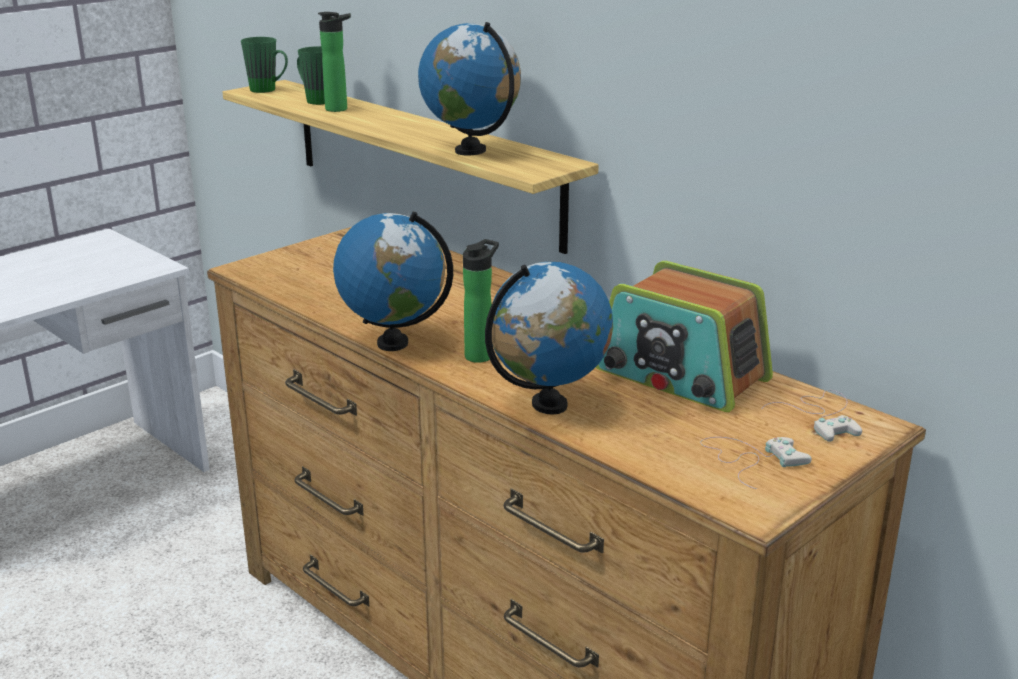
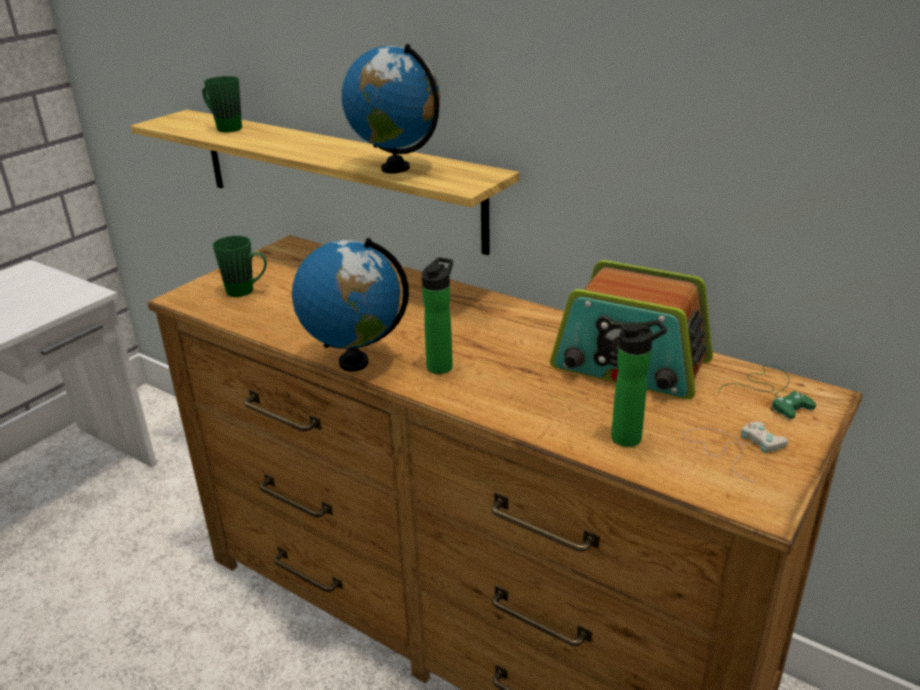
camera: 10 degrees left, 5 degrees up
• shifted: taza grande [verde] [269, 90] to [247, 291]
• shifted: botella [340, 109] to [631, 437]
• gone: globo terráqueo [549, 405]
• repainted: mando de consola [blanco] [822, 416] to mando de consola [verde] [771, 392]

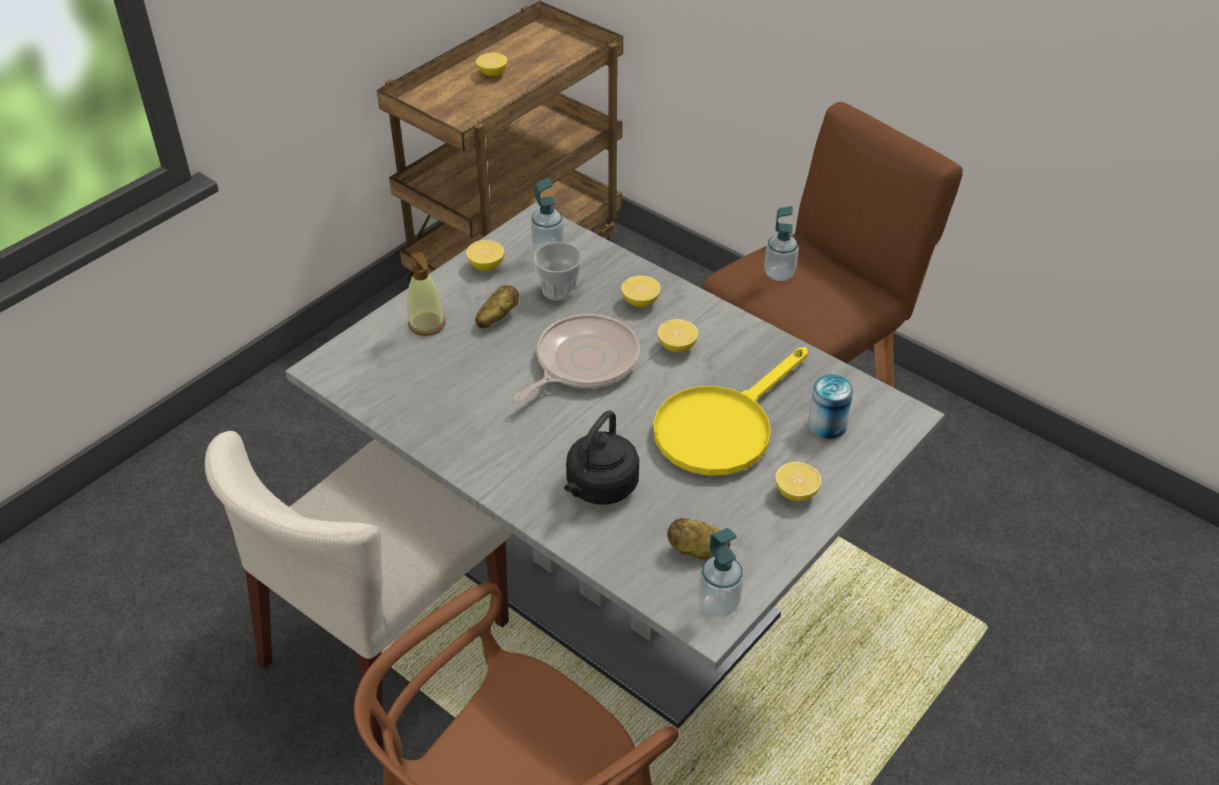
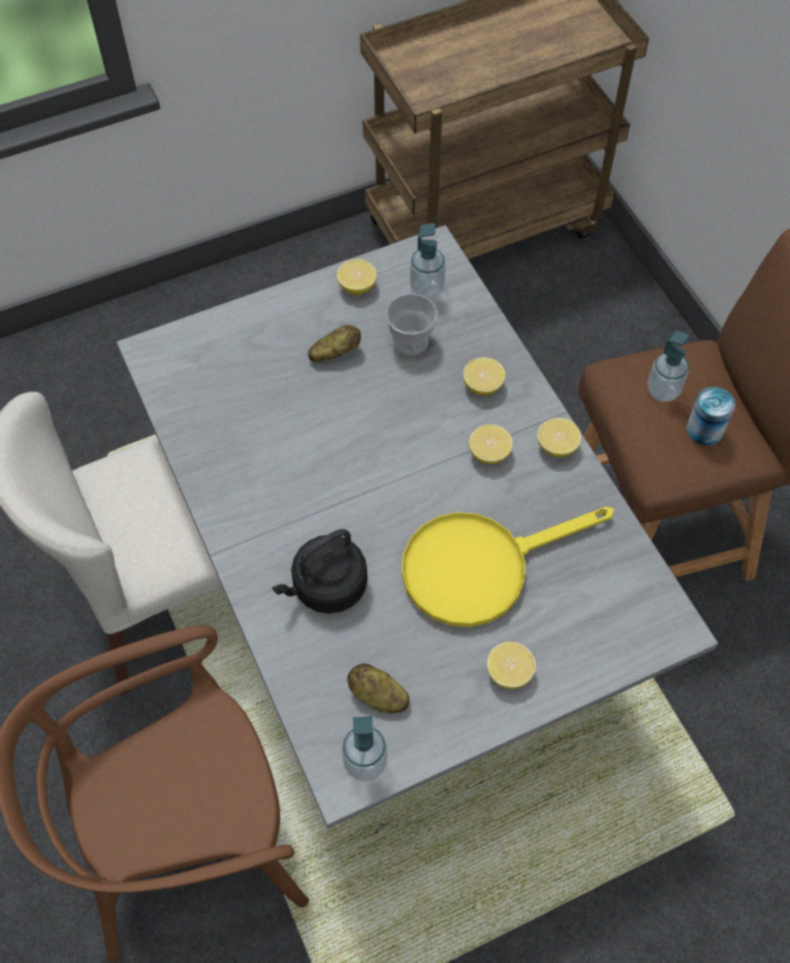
camera: 25 degrees right, 15 degrees up
• gone: dispensador de jabón [427, 324]
• shifted: limón [492, 73] to [557, 446]
• gone: sartén [582, 362]
• shifted: lata [827, 425] to [704, 430]

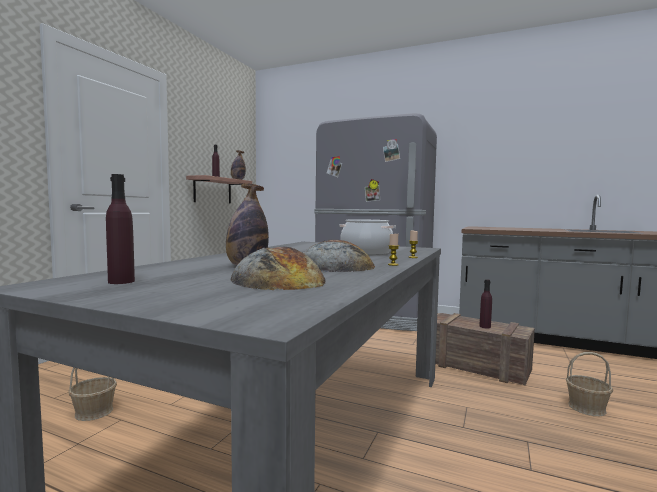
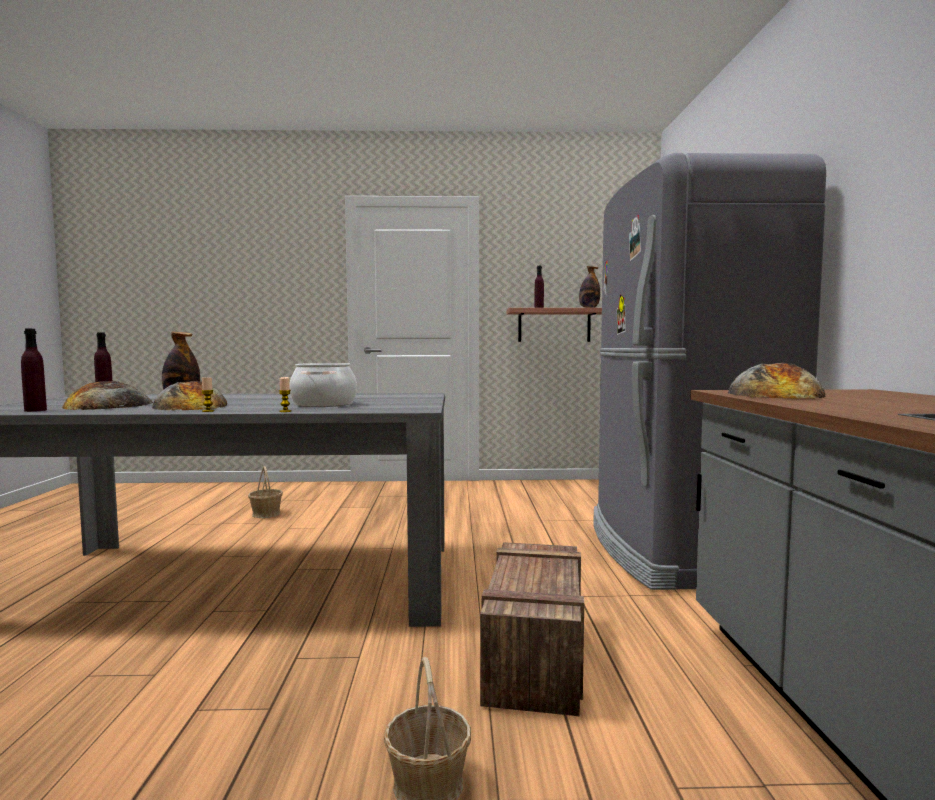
camera: 65 degrees right, 0 degrees up
• shifted: botella [morado] [485, 326] to [35, 410]
• new: pan [775, 394]

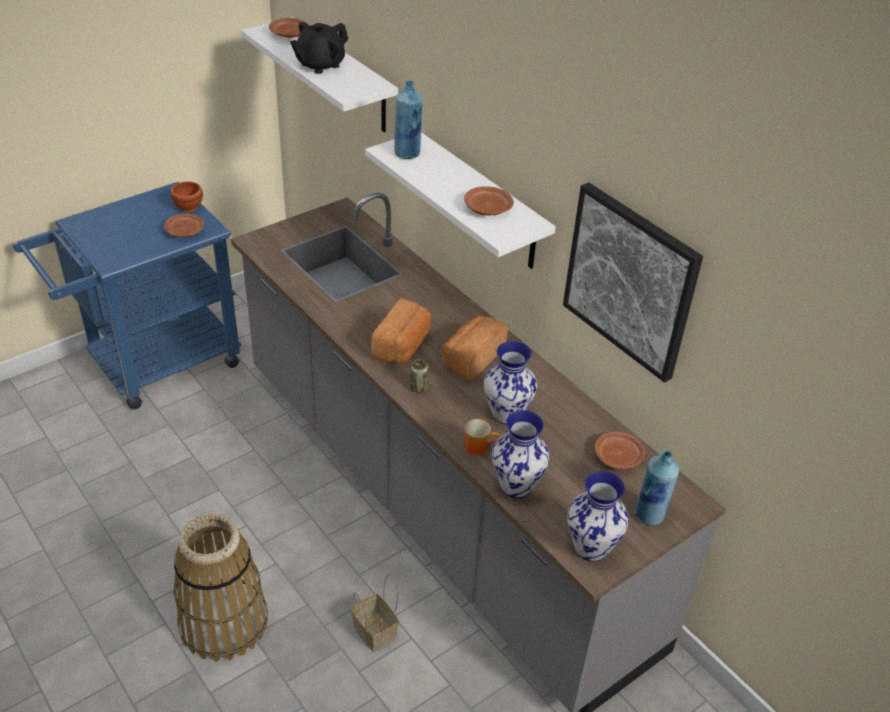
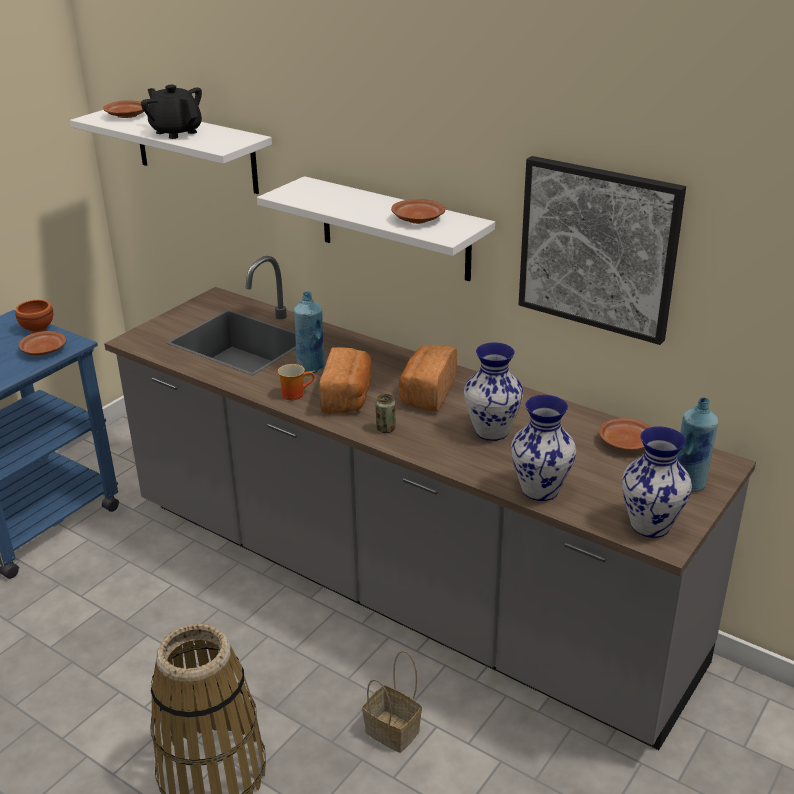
camera: 15 degrees left, 10 degrees down
• rotated: tetera [negro] [320, 65] = [176, 132] 105 degrees clockwise
• shifted: botella [azul] [407, 154] to [311, 367]
• shifted: taza grande [478, 447] to [295, 393]

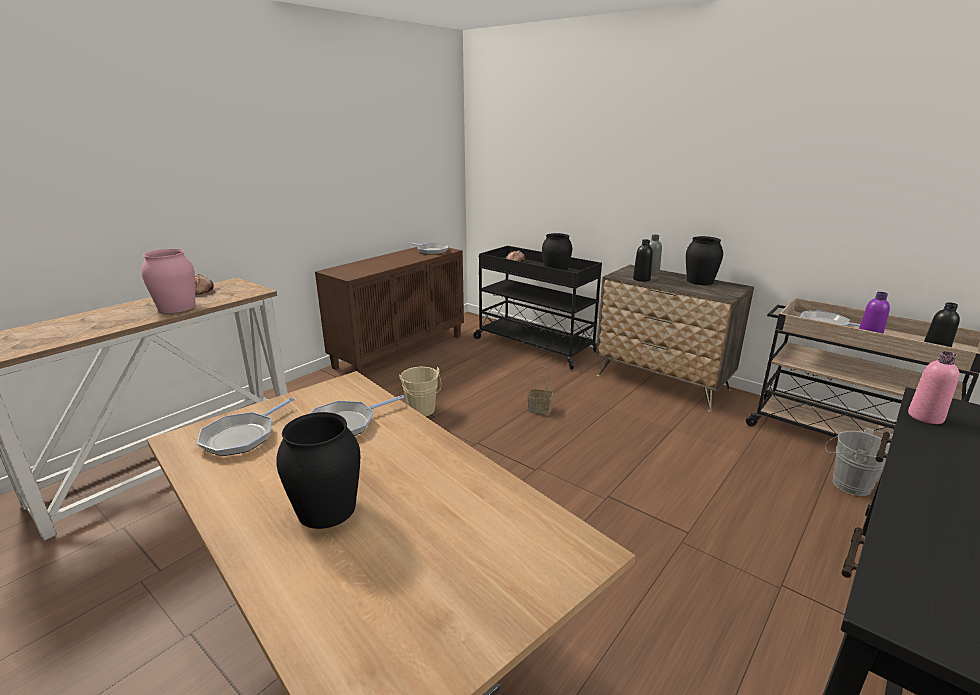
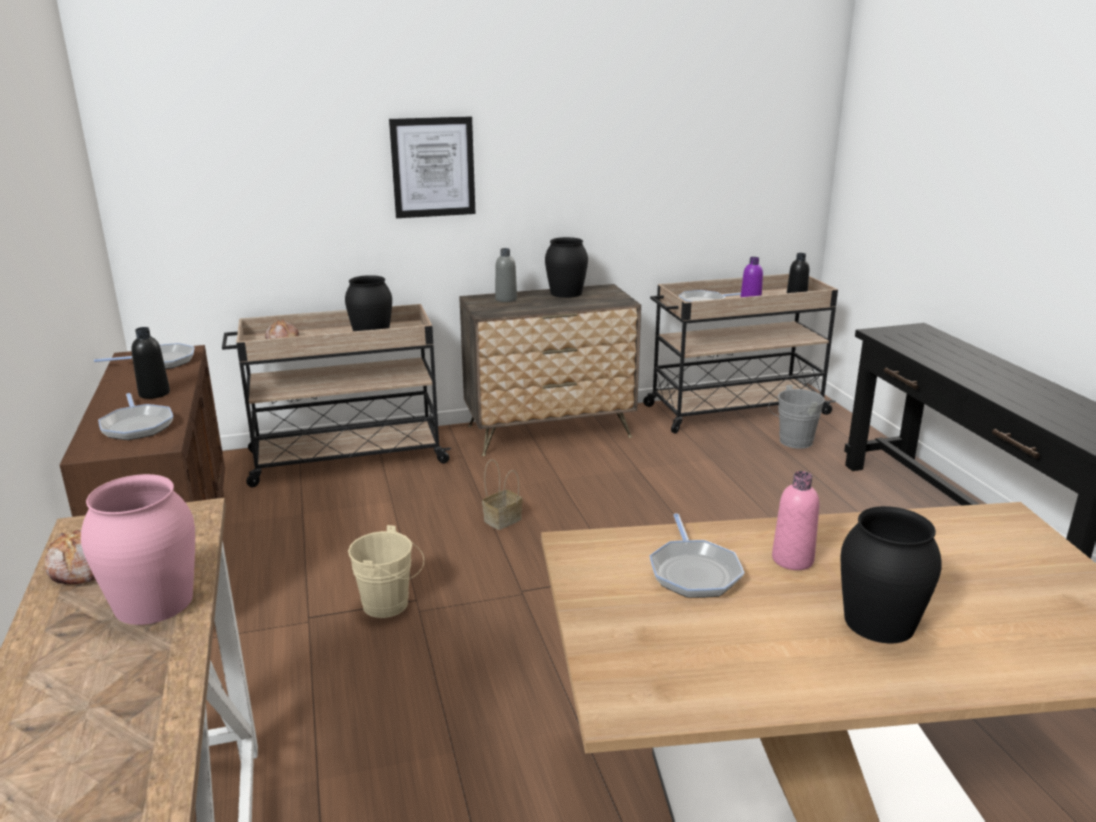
camera: 55 degrees left, 0 degrees up
• shifted: sartén [242, 436] to [137, 426]
• repainted: carrito [negro] [533, 345] to carrito [beis] [345, 457]
• shifted: botella [negro] [641, 279] to [154, 393]
• shifted: botella [rosa] [925, 417] to [792, 559]
• new: cuadro [433, 167]

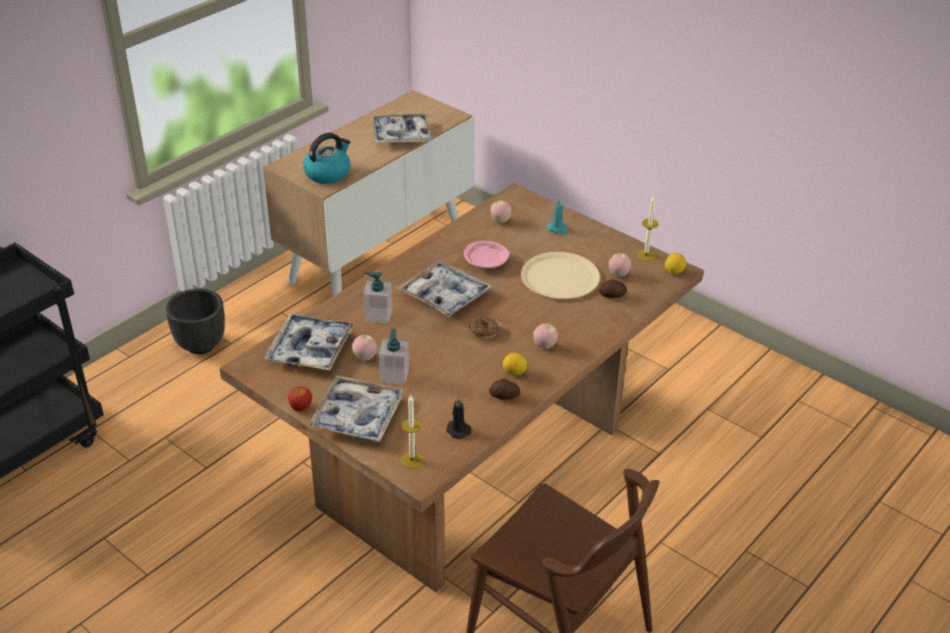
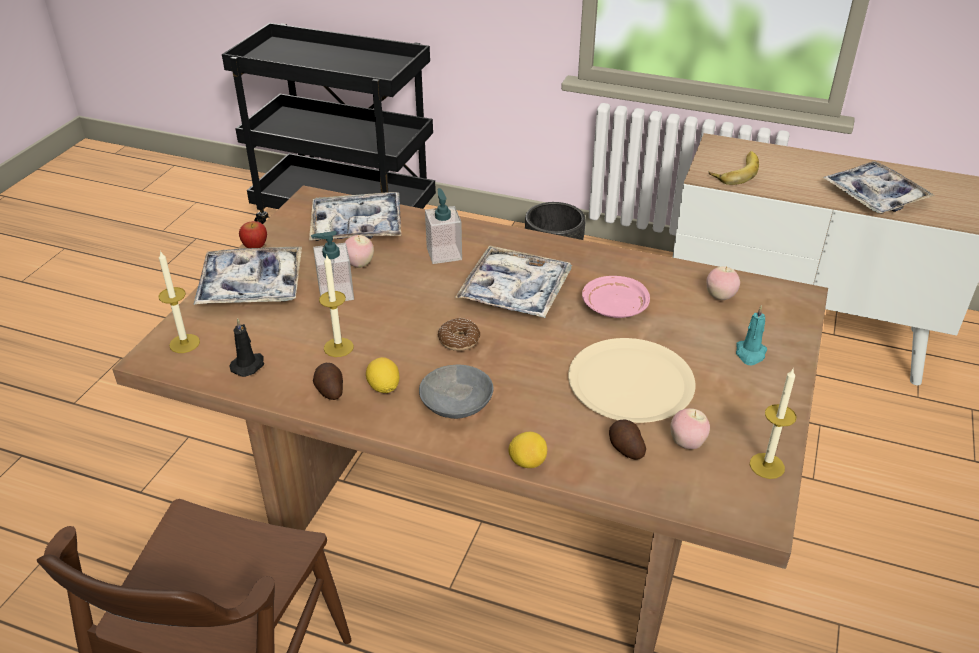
camera: 70 degrees right, 0 degrees up
• swapped: hervidor [328, 173] to plátano [734, 171]
• swapped: manzana [544, 346] to cuenco [gris] [457, 403]
• shifted: limón [674, 272] to [527, 462]
• new: vela [338, 347]

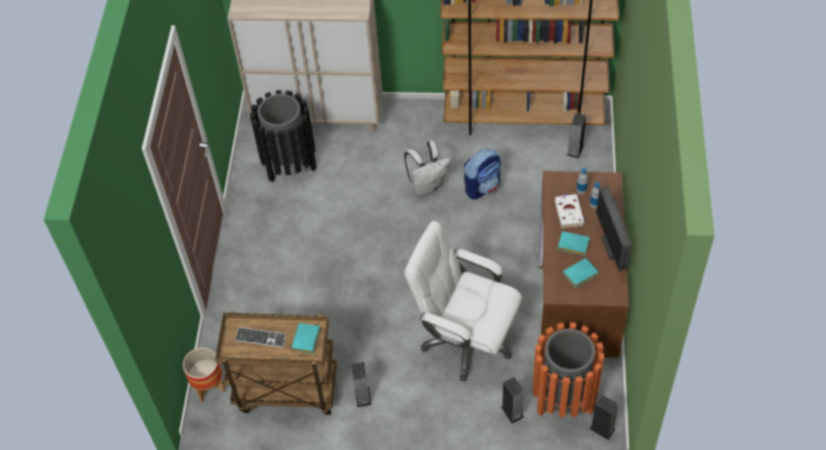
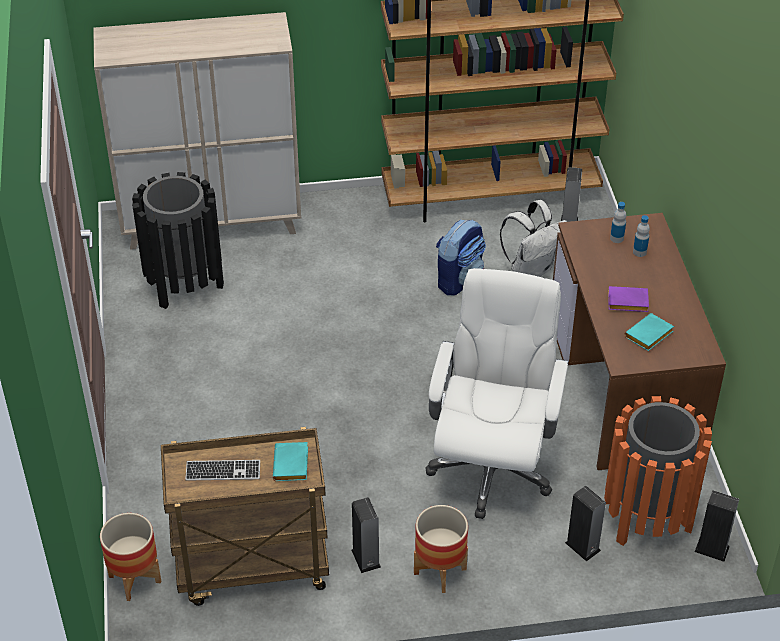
camera: 15 degrees left, 10 degrees down
• shifted: mochila [blanco] [427, 186] to [531, 269]
• rotated: silla de oficina [blanco] [465, 340] = [491, 467] 90 degrees clockwise
• gone: libro [blanco] [568, 212]
• repainted: libro [turquesa] [572, 245] to libro [morado] [626, 303]
• gone: monitor [611, 248]
• new: maceta [439, 571]

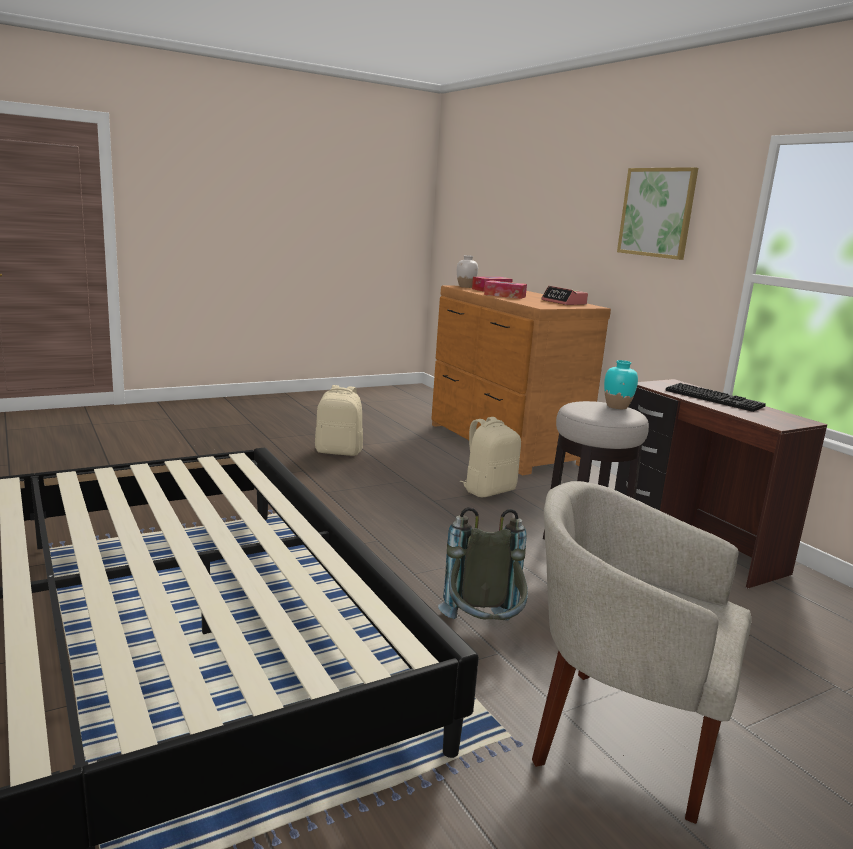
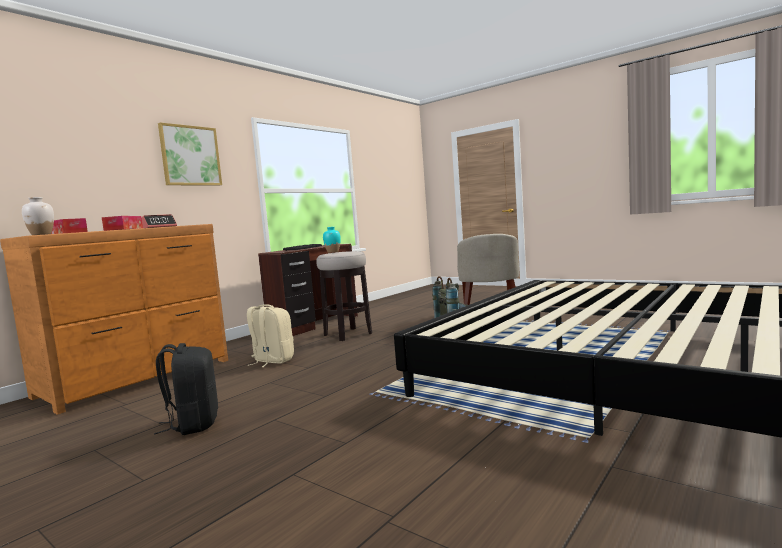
camera: 110 degrees left, 10 degrees down
• repainted: mochila [beis] [339, 451] to mochila [negro] [193, 424]

